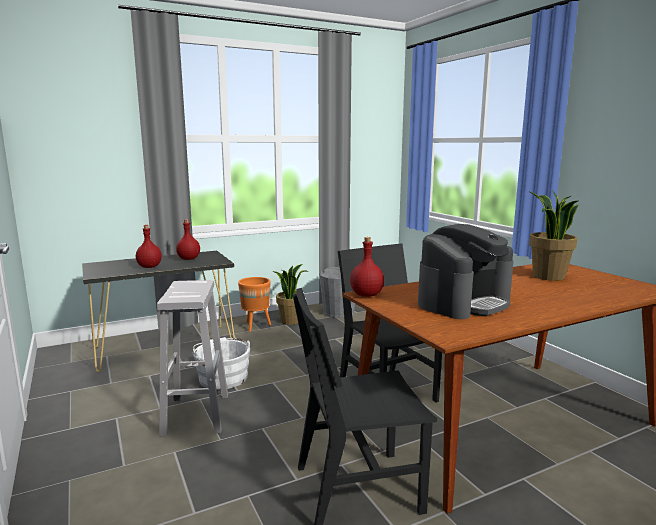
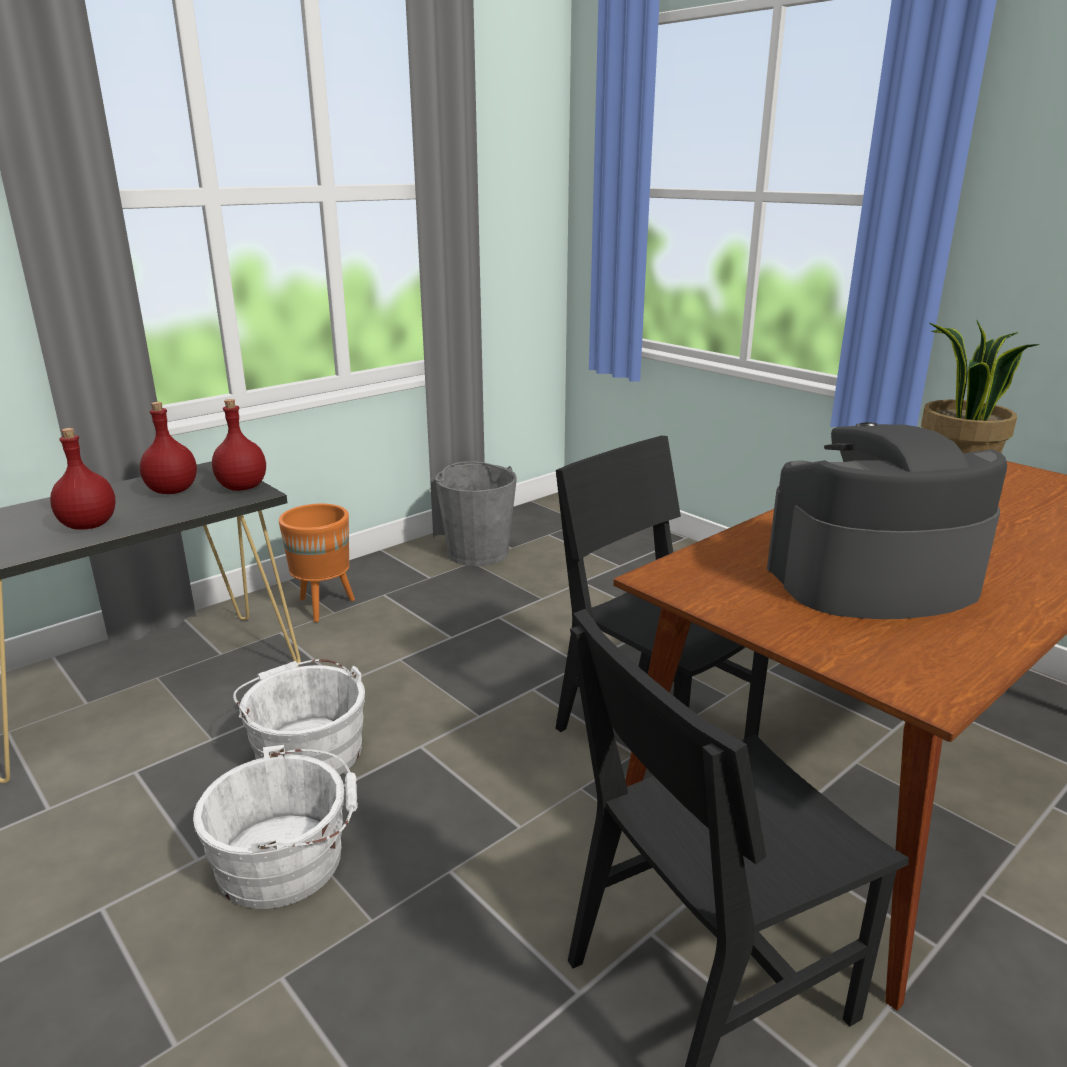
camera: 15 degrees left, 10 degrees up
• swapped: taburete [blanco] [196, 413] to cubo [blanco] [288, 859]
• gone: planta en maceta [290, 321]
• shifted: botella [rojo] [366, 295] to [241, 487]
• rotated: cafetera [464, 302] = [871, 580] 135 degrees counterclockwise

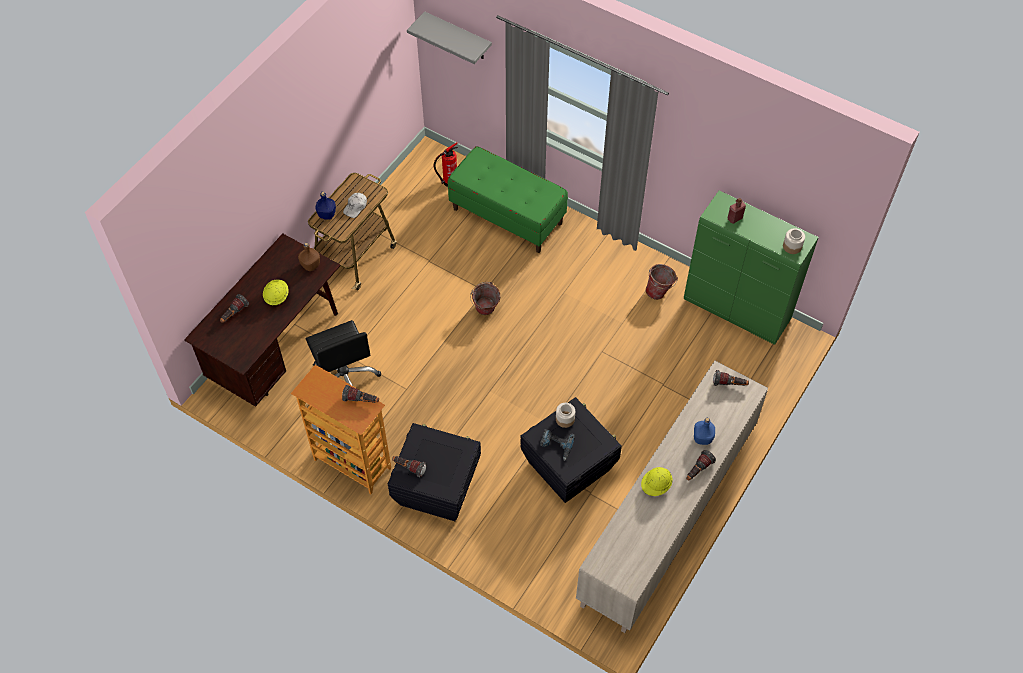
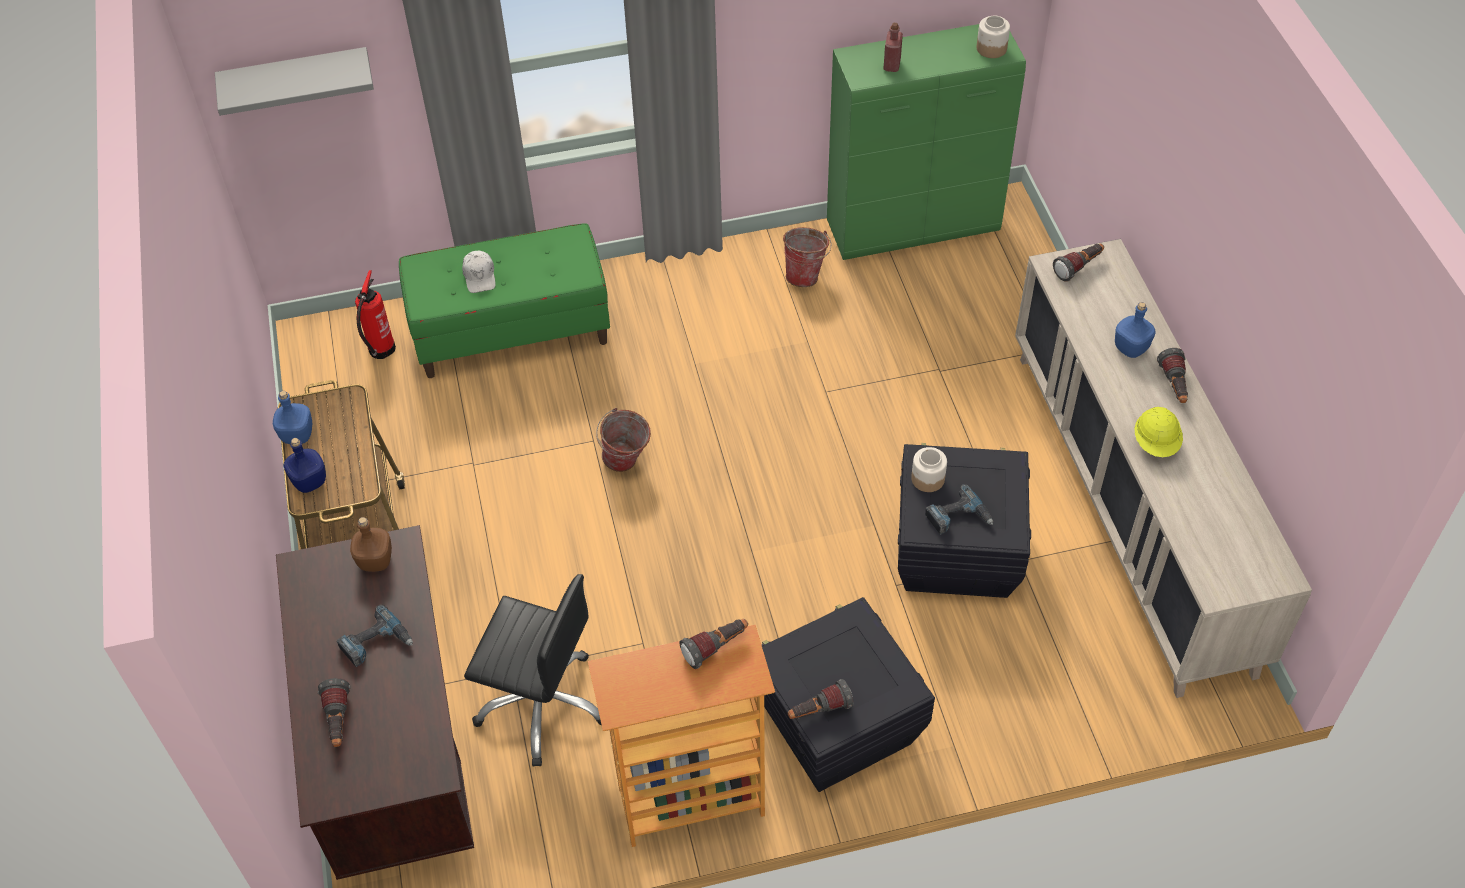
camera: 45 degrees left, 5 degrees down
• swapped: casco [amarillo] [276, 297] to taladro [376, 643]
• shifted: gorra [blanco] [355, 207] to [480, 276]
• new: botella [azul] [297, 436]

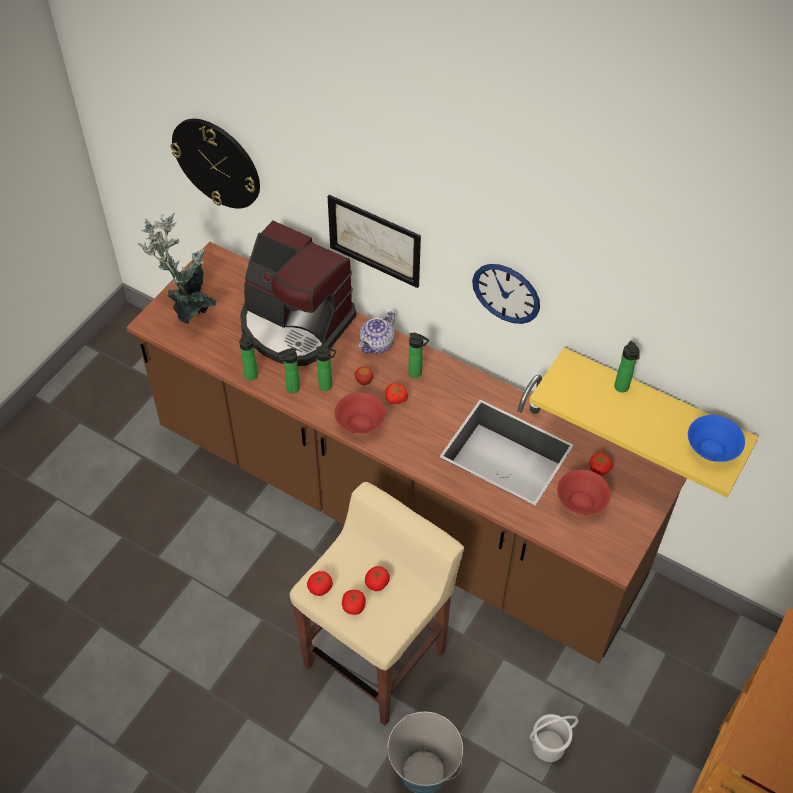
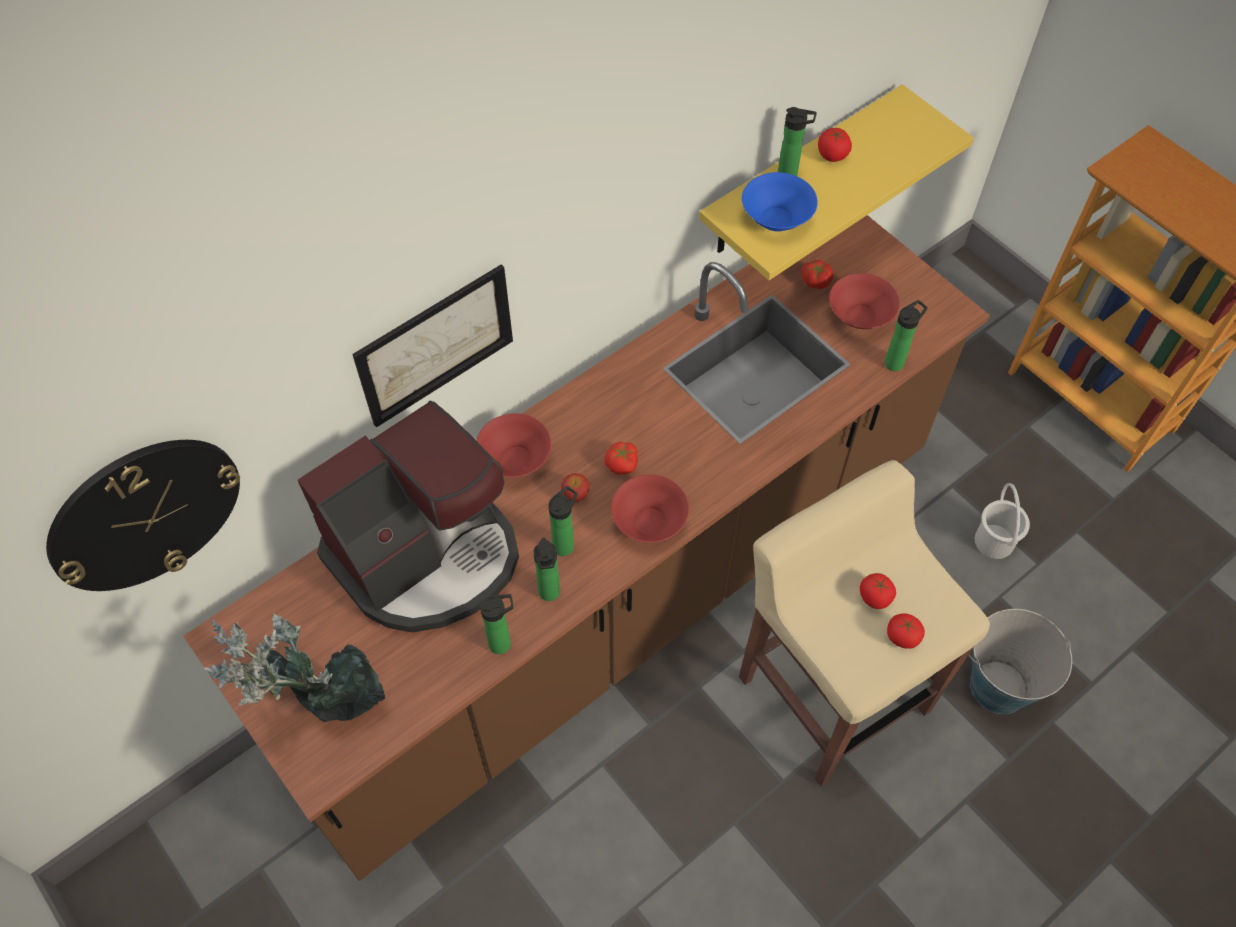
camera: 70 degrees left, 5 degrees up
• shifted: tomate [320, 588] to [832, 155]
• swapped: tetera [377, 344] to cuenco [rojo] [515, 458]
• shifted: botella [417, 374] to [896, 362]
• gone: reloj de pared [506, 293]
• shifted: cuenco [azul] [712, 450] to [777, 219]

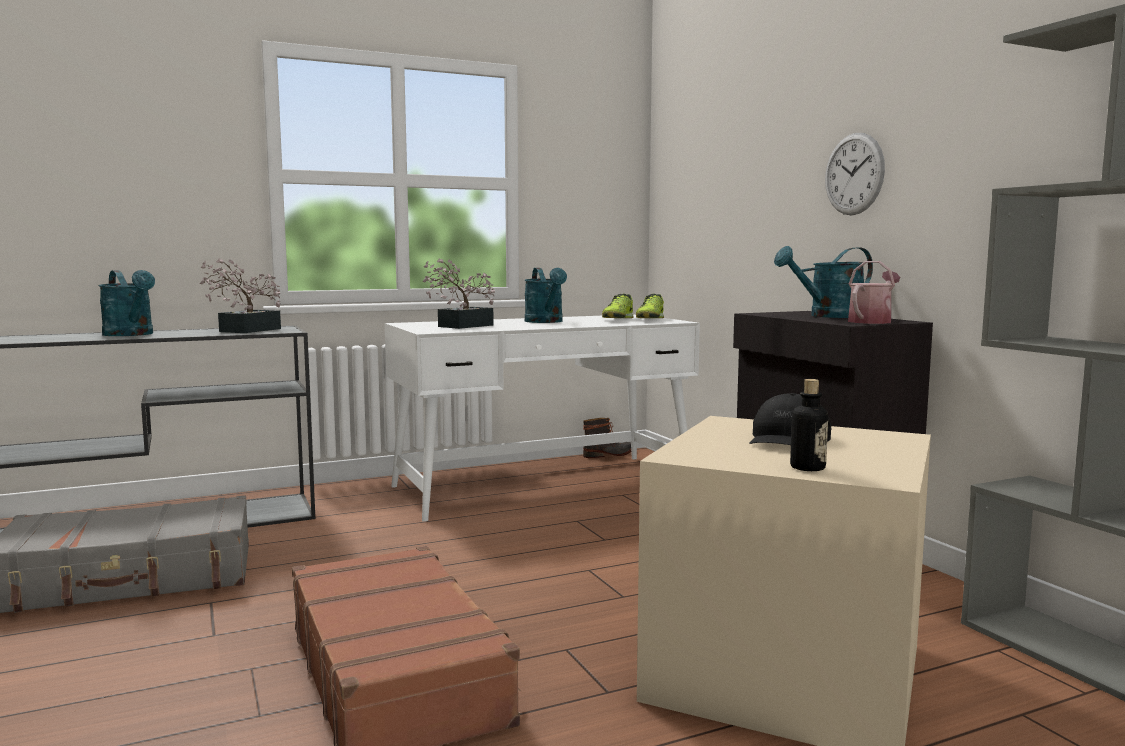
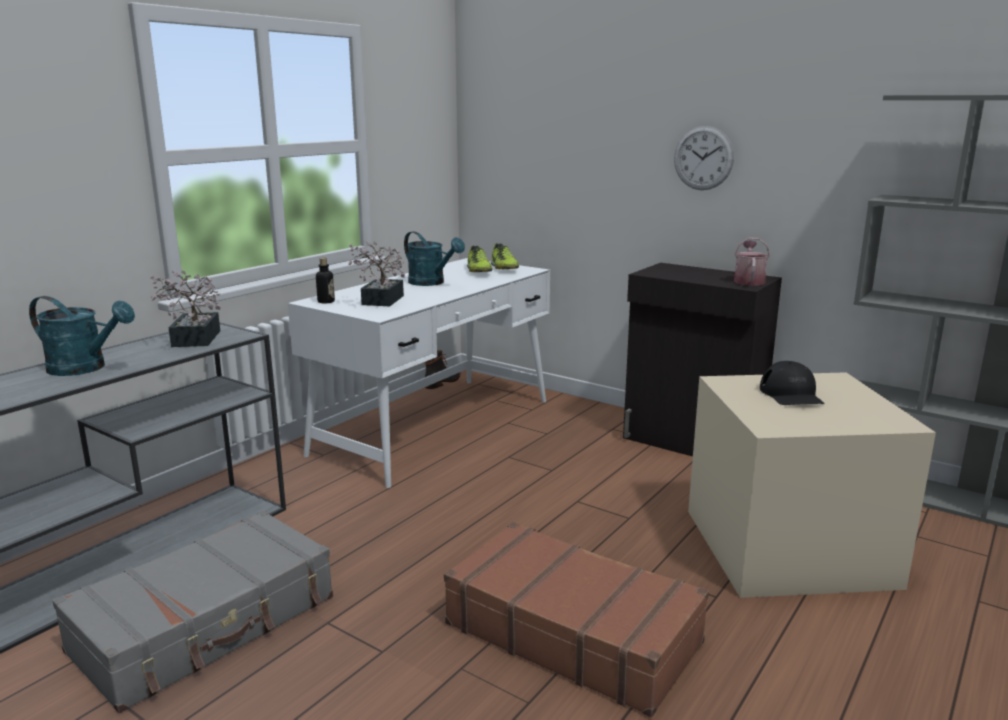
camera: 30 degrees left, 10 degrees up
• gone: regadera [turquesa] [828, 316]
• shifted: botella [807, 467] to [326, 301]

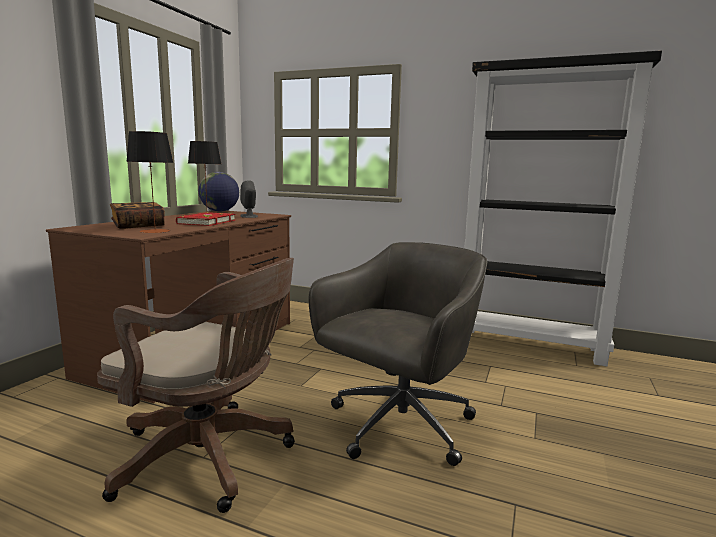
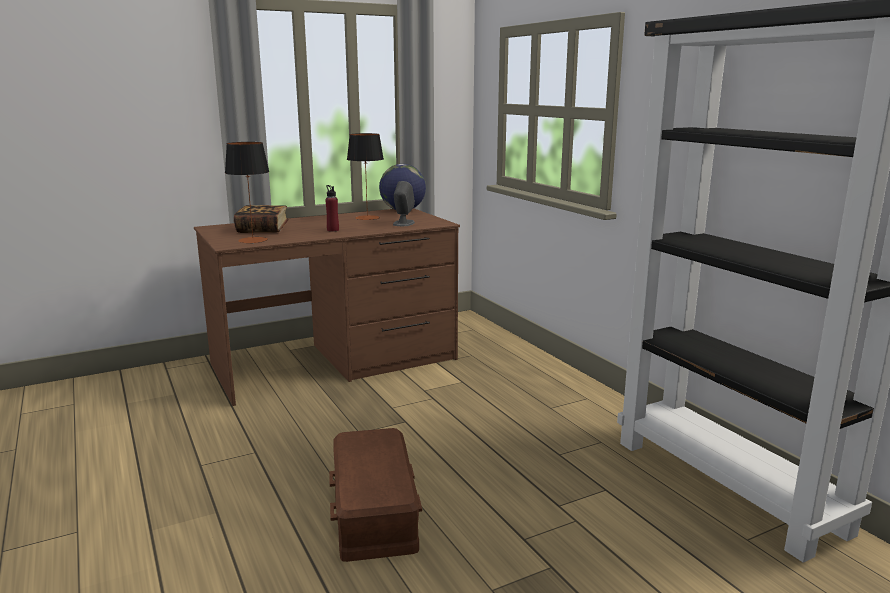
camera: 40 degrees right, 5 degrees up
• gone: silla de oficina [marrón] [210, 458]
• swapped: libro [rojo] [206, 222] to botella [rojo] [333, 230]
• swapped: silla de oficina [gris] [398, 426] to caja de almacenaje [marrón] [375, 509]

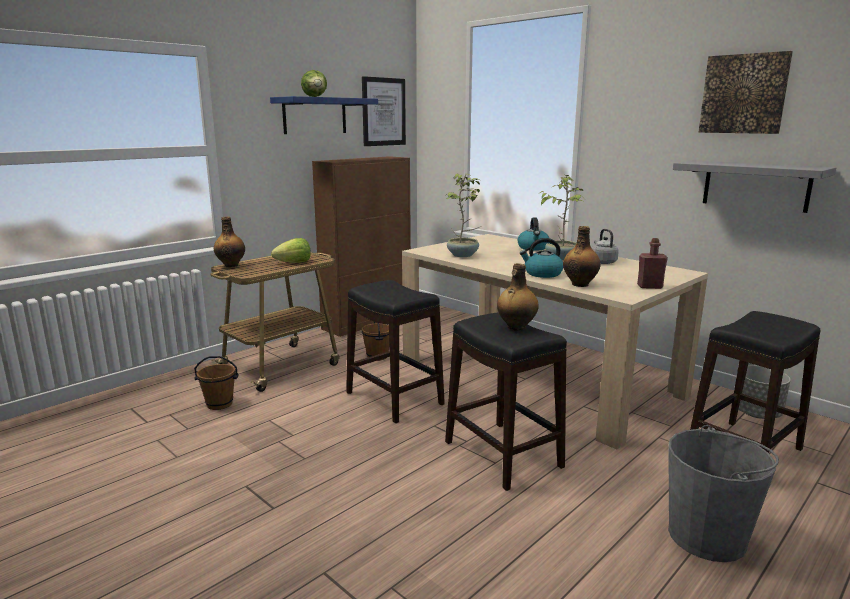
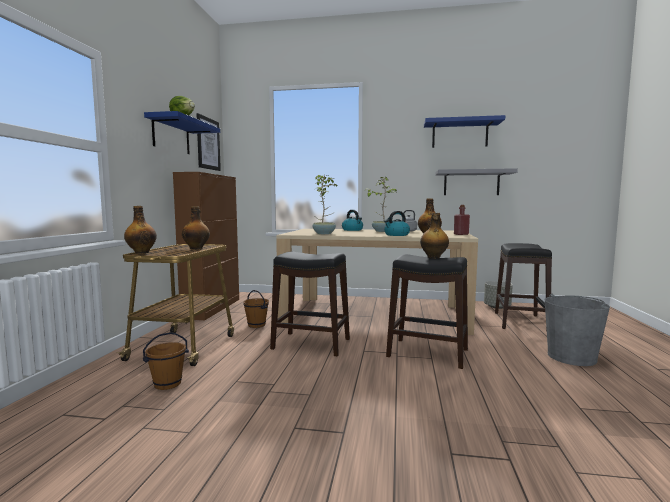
camera: 35 degrees left, 10 degrees down
• swapped: lechuga [294, 263] to botella [196, 248]
• swapped: cuadro [744, 94] to estante [azul] [459, 134]

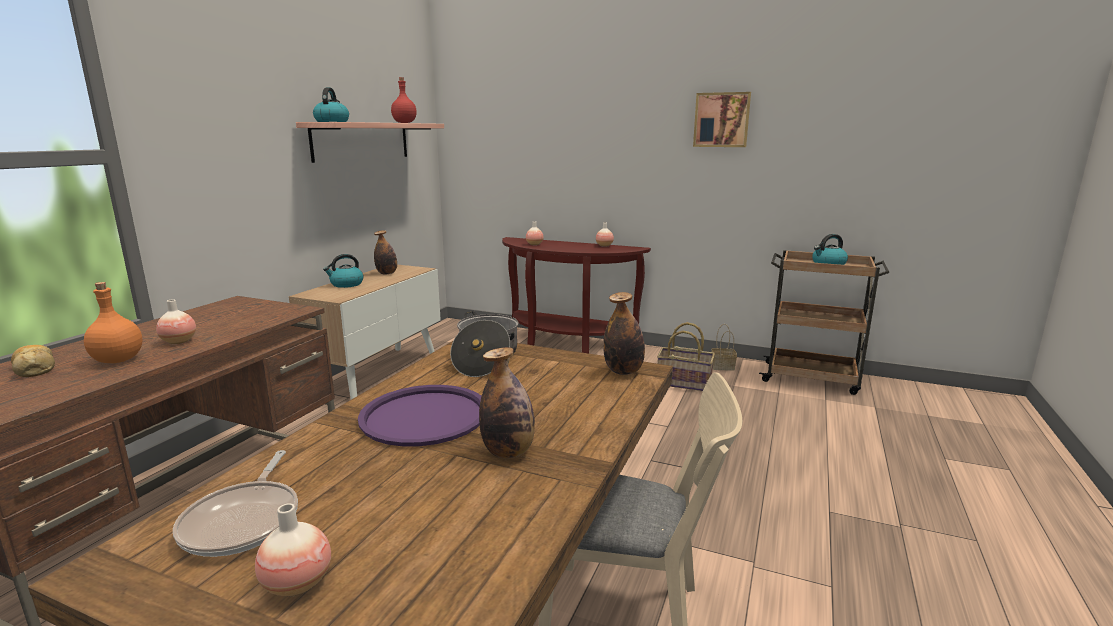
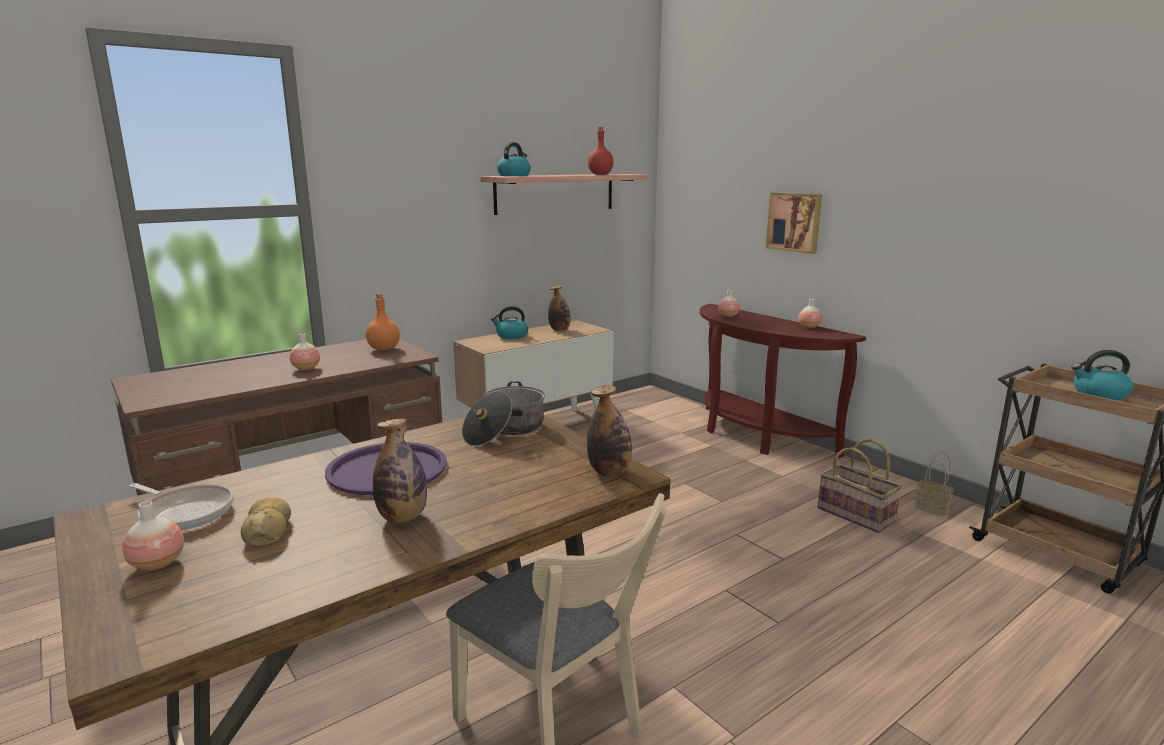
camera: 30 degrees right, 0 degrees up
• shifted: pan [35, 368] to [268, 530]
• shifted: botella [naranja] [117, 360] to [383, 349]
• rotated: sartén [244, 521] = [185, 513] 90 degrees counterclockwise
• shifted: cuadro [721, 120] to [795, 222]

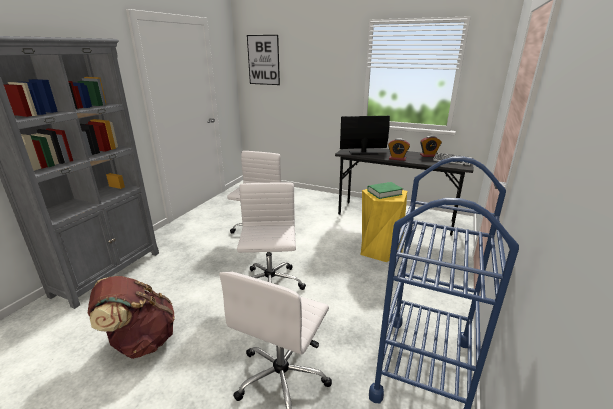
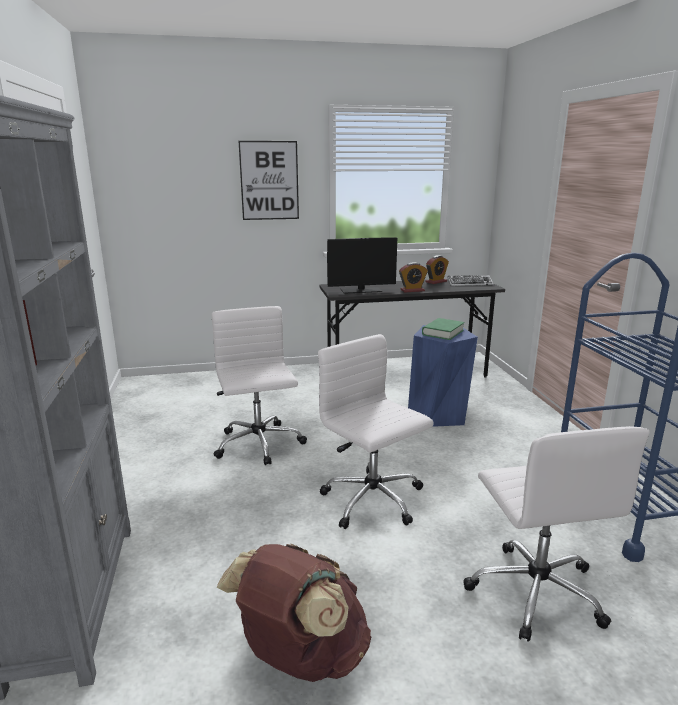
camera: 35 degrees left, 5 degrees down
• shifted: cuadro [263, 60] to [269, 180]
• rotated: monitor [363, 153] = [361, 290] 150 degrees counterclockwise
• repainted: taburete [amarillo] [379, 249] to taburete [azul] [438, 414]

